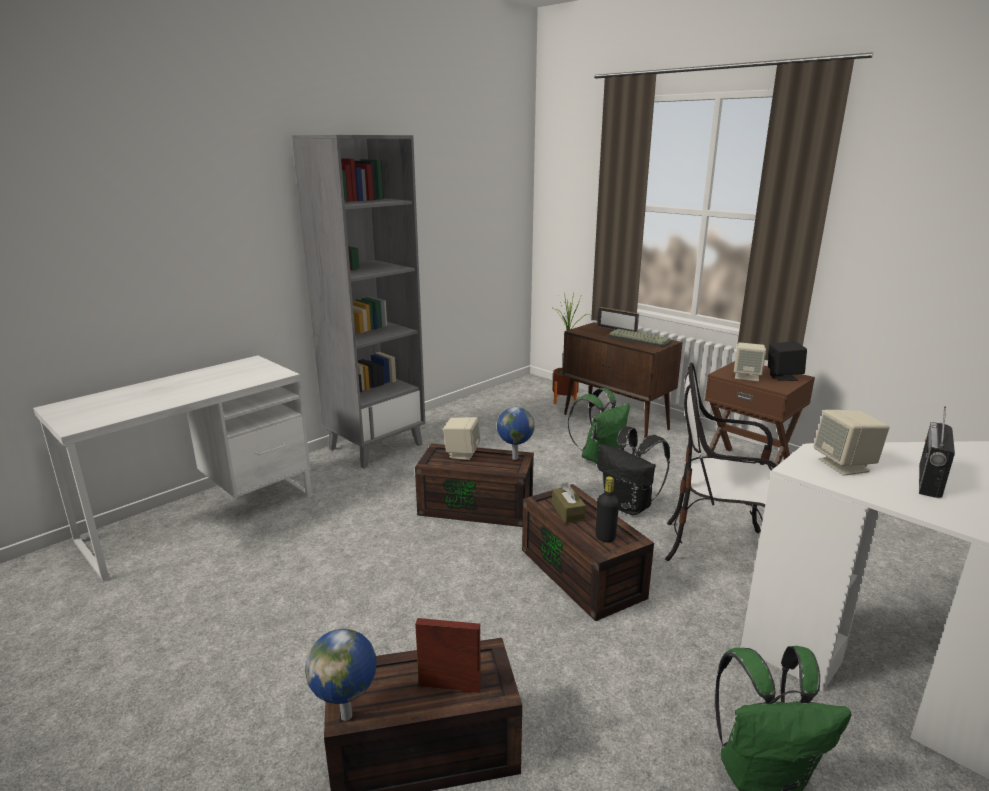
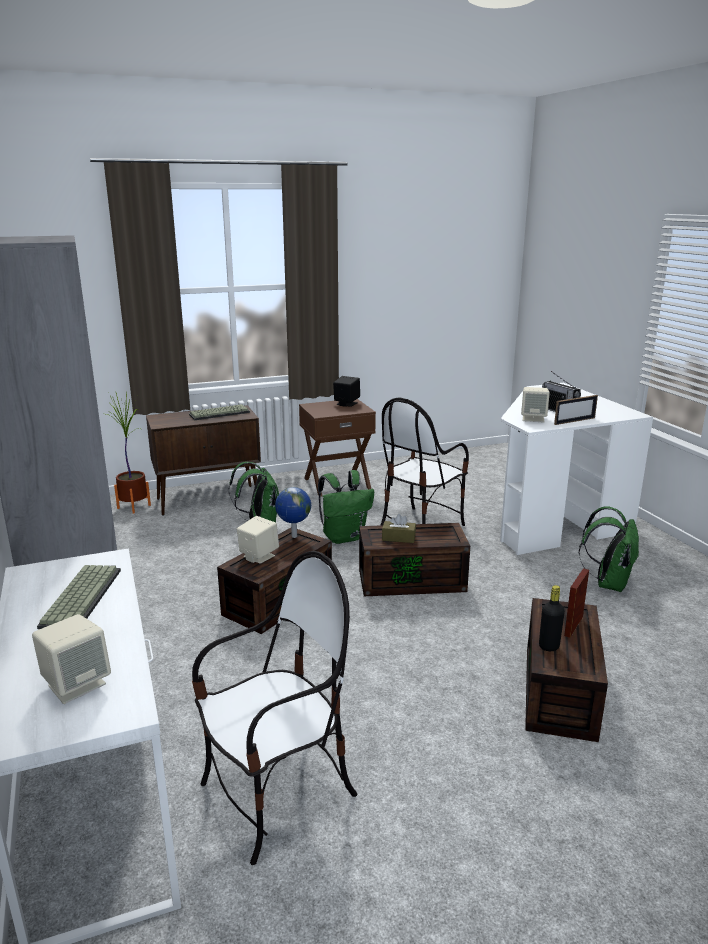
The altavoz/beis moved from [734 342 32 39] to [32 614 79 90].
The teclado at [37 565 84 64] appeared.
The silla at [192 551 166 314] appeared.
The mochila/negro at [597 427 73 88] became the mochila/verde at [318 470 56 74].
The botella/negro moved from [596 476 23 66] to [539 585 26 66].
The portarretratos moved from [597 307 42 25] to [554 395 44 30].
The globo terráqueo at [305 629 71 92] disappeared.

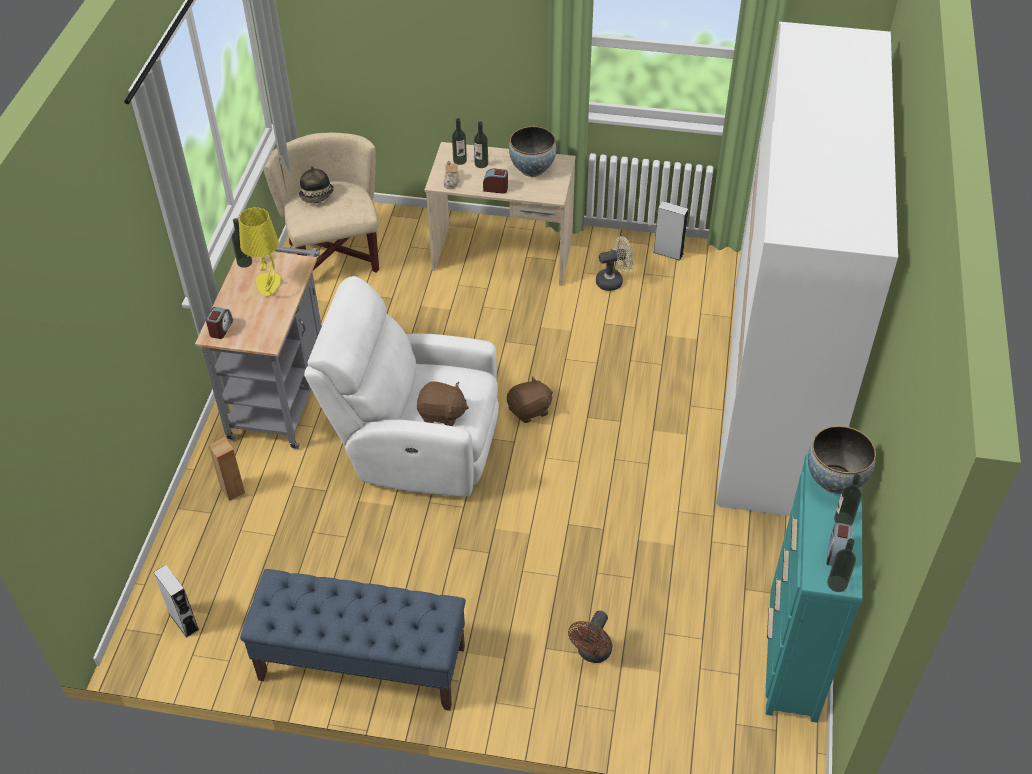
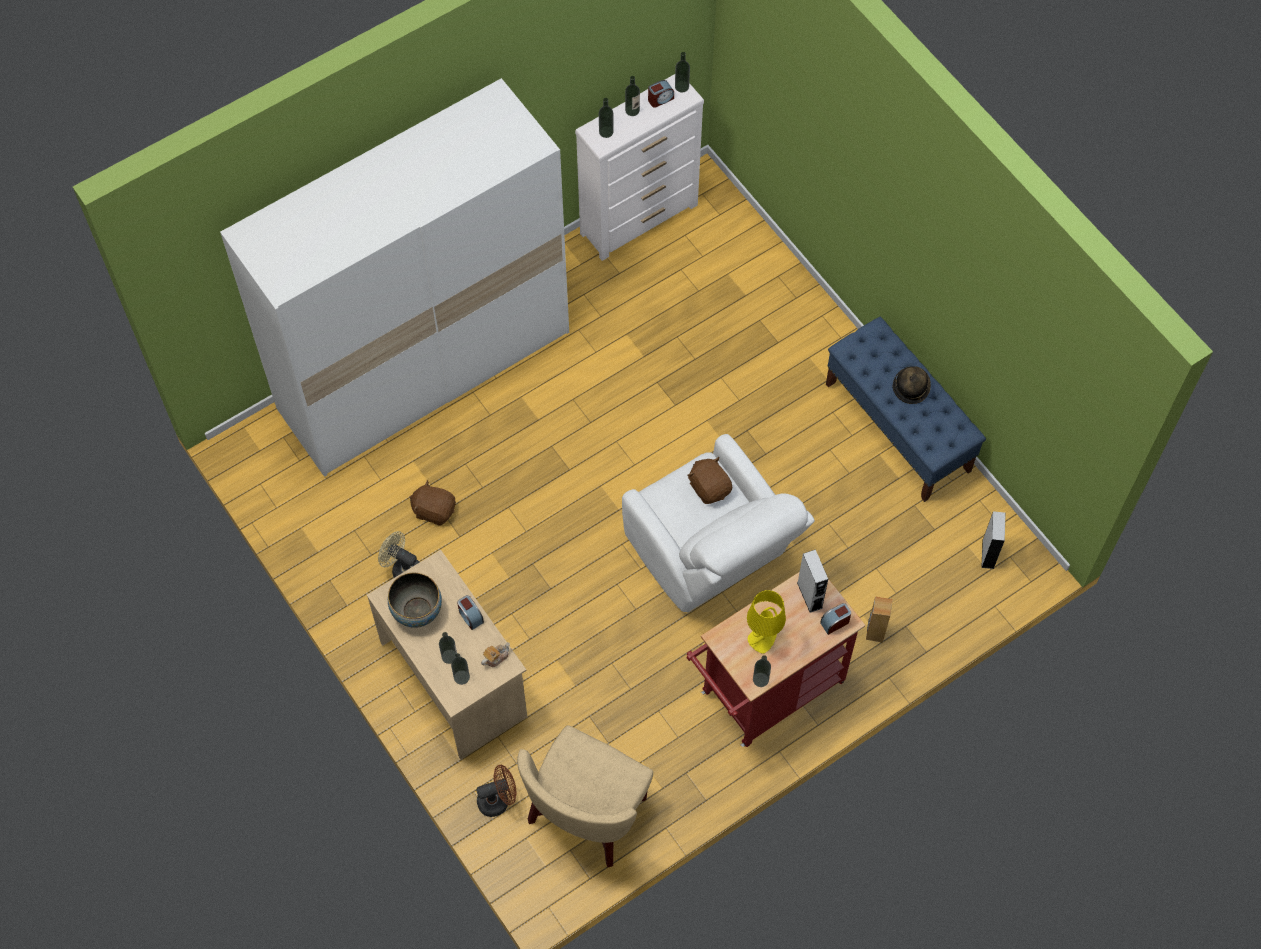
The peluche/marrón moved from [507 376 46 47] to [409 480 47 45].
The ventilador/marrón moved from [568 611 44 52] to [476 765 41 52].
The cómoda/turquesa at [765 454 98 269] became the cómoda/blanco at [575 74 129 187].
The cuenco at [808 426 68 68] was replaced by the botella at [599 98 15 40].
The carrito/gris at [195 246 127 203] became the carrito/rojo at [686 572 179 175].
The altavoz/gris moved from [653 201 36 60] to [797 549 31 64].
The sombrero moved from [299 166 35 38] to [893 366 38 38].

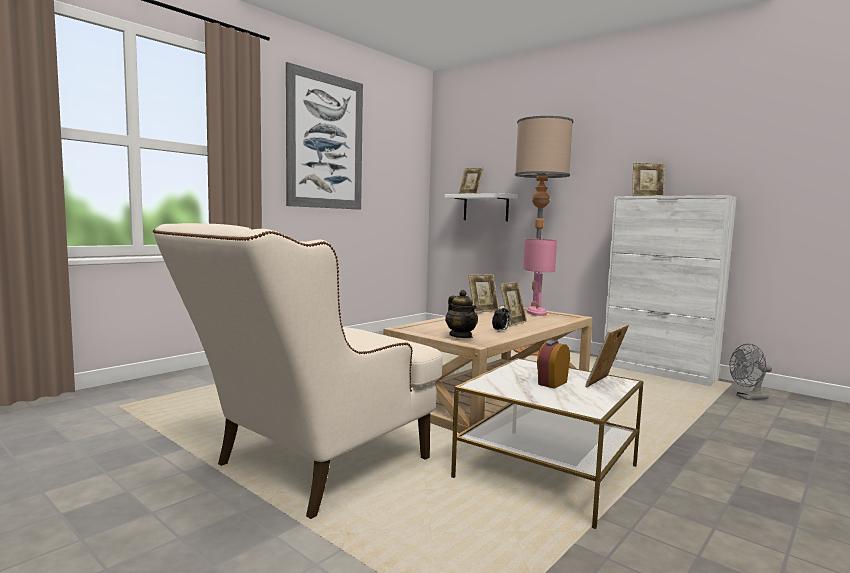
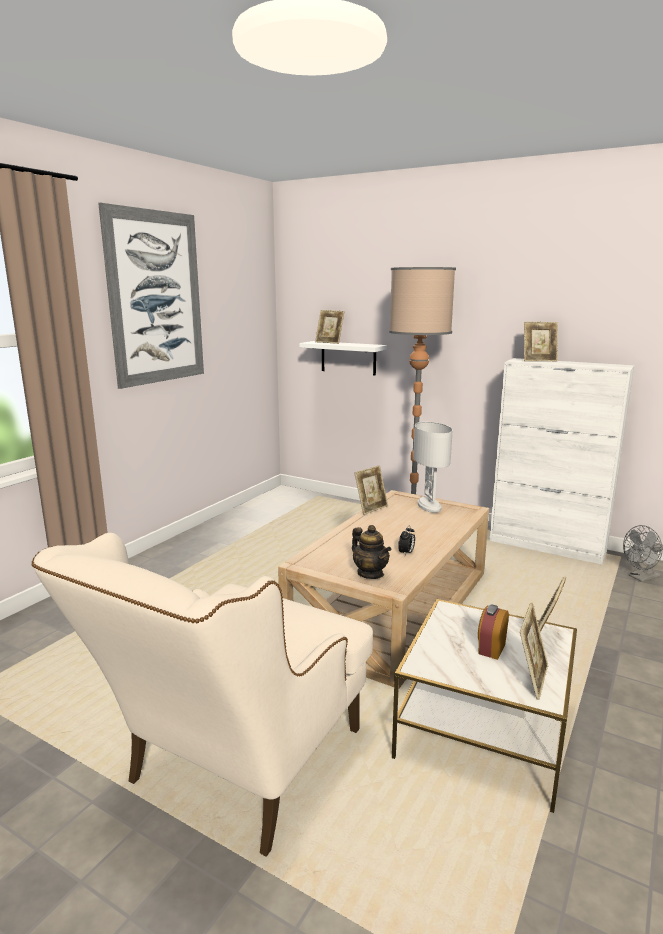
The lámpara de mesa/rosa at [523 239 34 77] became the lámpara de mesa/blanco at [413 422 39 91].
The portarretratos moved from [500 282 27 44] to [520 603 28 97].

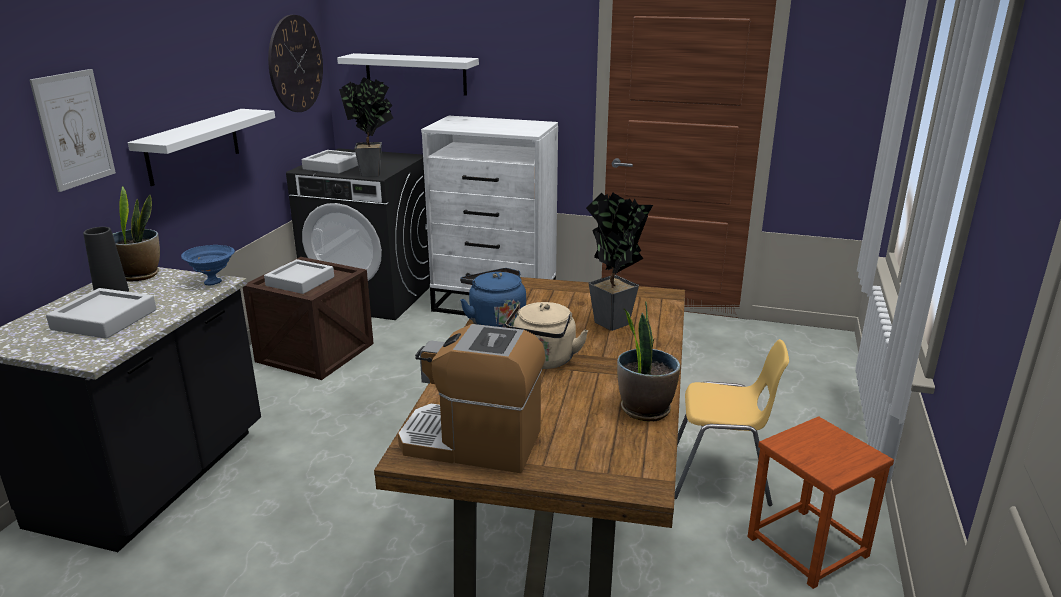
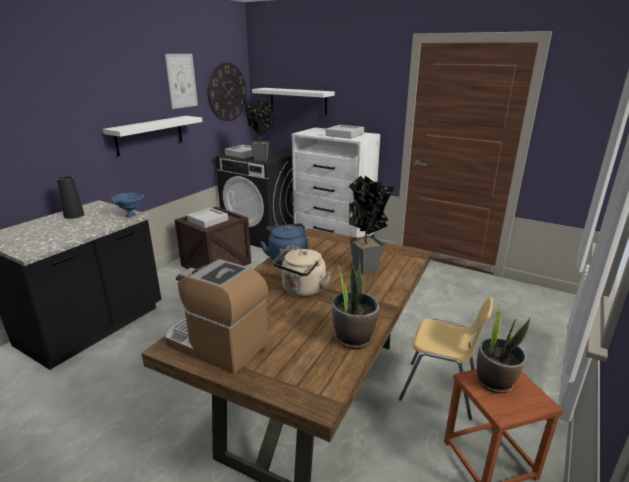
The cuadro moved from [29 69 87 123] to [165 54 33 55].
The bandeja/gris moved from [46 288 110 51] to [325 125 39 14].
The planta en maceta moved from [113 186 47 95] to [476 303 55 90].

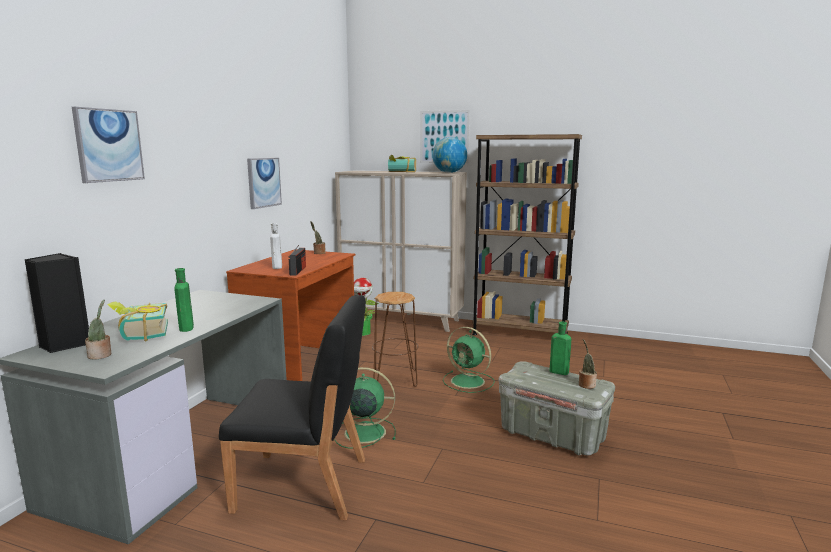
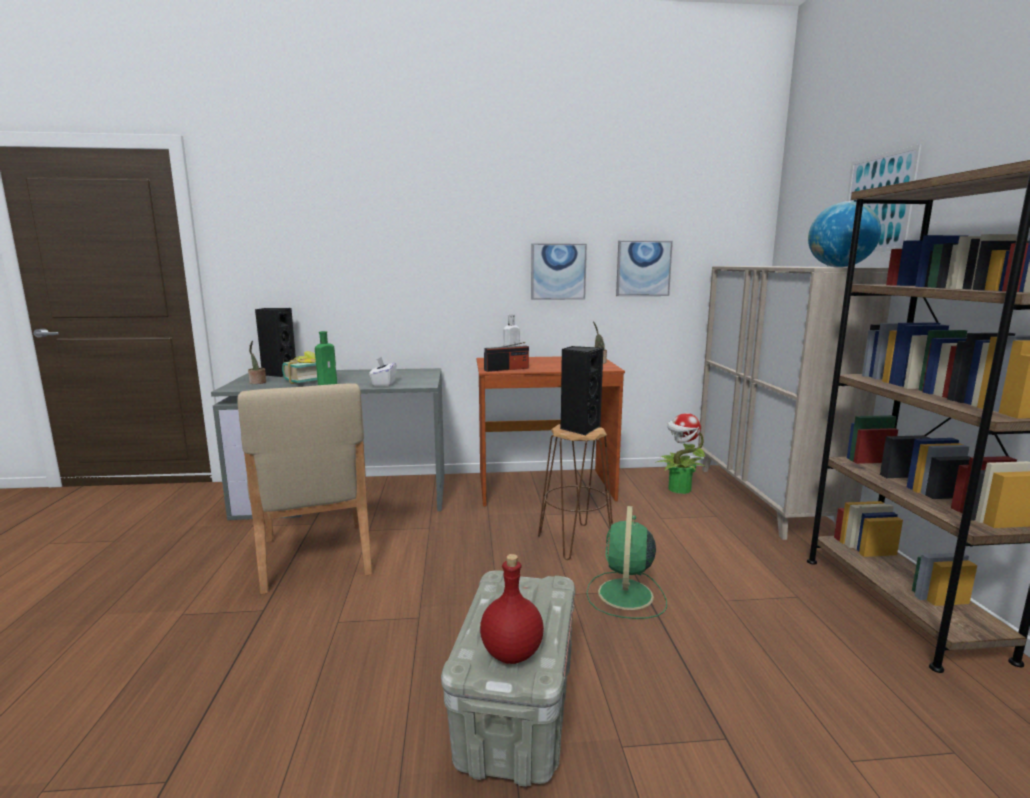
The silla/negro at [219 295 147 225] became the silla/beis at [237 384 135 210].
The caja de pañuelos/blanco at [369 357 28 29] appeared.
The planta en maceta at [579 339 18 50] was replaced by the botella/rojo at [480 554 64 110].
The altavoz/negro at [560 346 43 89] appeared.
The cuadro moved from [72 107 73 76] to [616 241 57 55].
The ventilador/verde at [334 367 62 82] disappeared.
The libro at [388 155 28 17] disappeared.
The botella/verde at [550 322 21 53] disappeared.

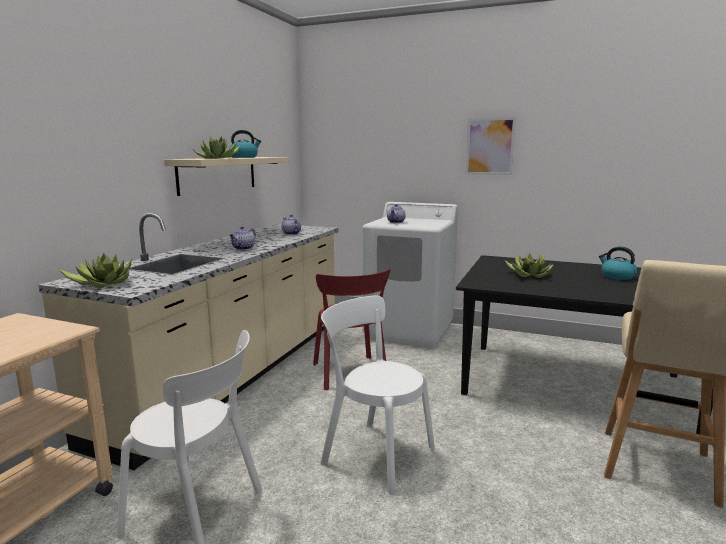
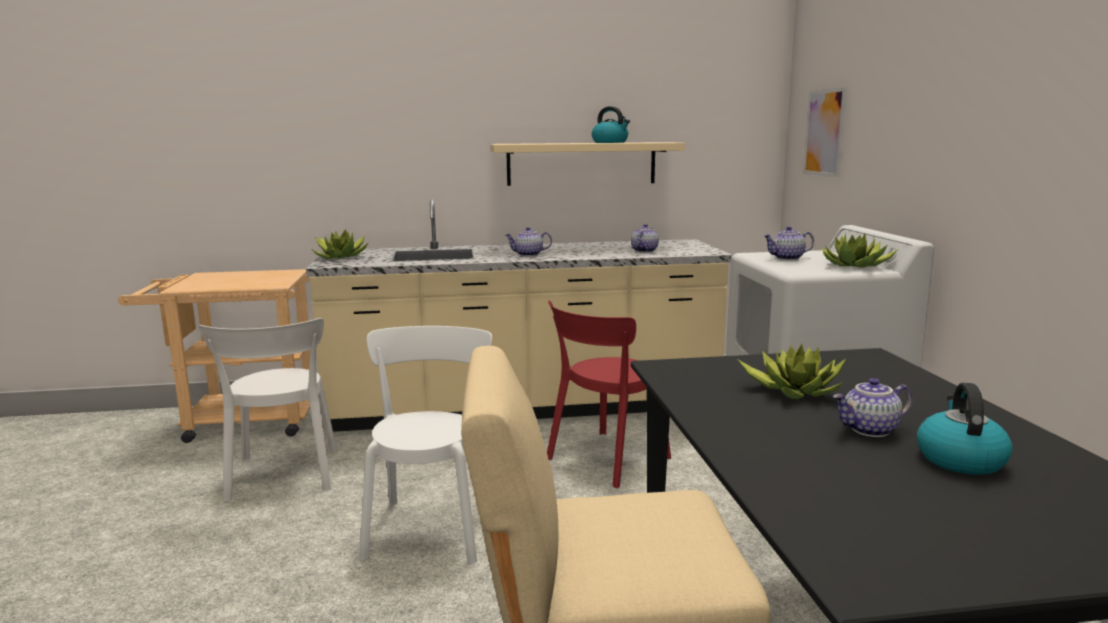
The cuadro moved from [465 117 51 58] to [803 87 44 91].
The planta en maceta moved from [193 136 47 23] to [821 233 77 34].
The tetera at [833 378 80 59] appeared.

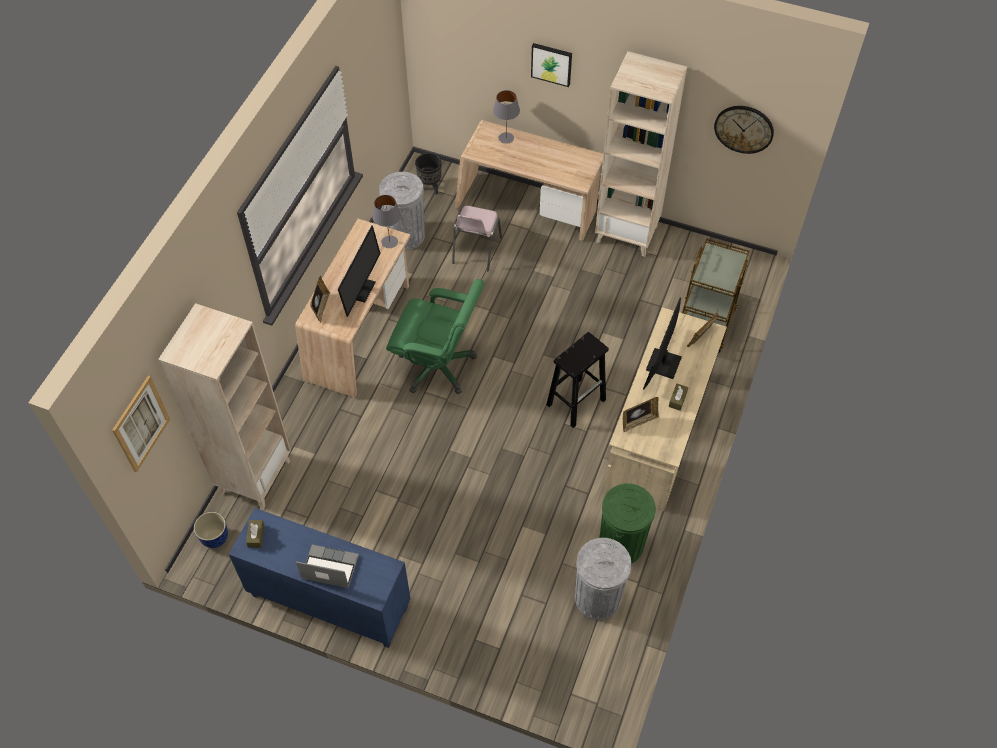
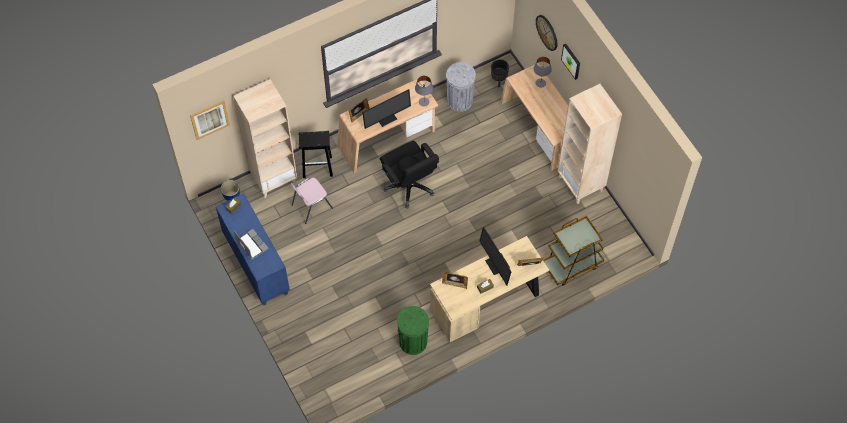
The silla/rosa moved from [452 206 50 65] to [291 178 42 46].
The taburete/negro moved from [546 332 63 96] to [298 131 35 47].
The silla de oficina/verde at [386 279 98 115] became the silla de oficina/negro at [380 141 59 67].
The monitor at [643 297 39 93] turned 90 degrees counterclockwise.
The reloj de pared moved from [714 106 60 48] to [536 15 22 36].
The papelera/gris at [575 538 56 82] disappeared.

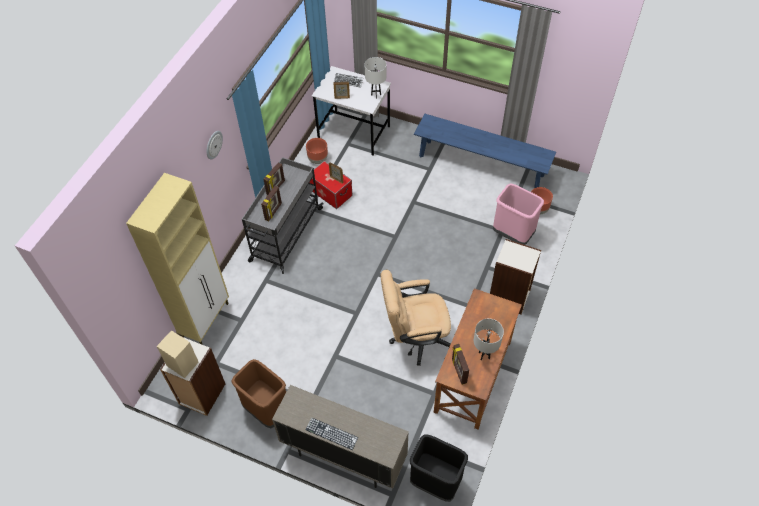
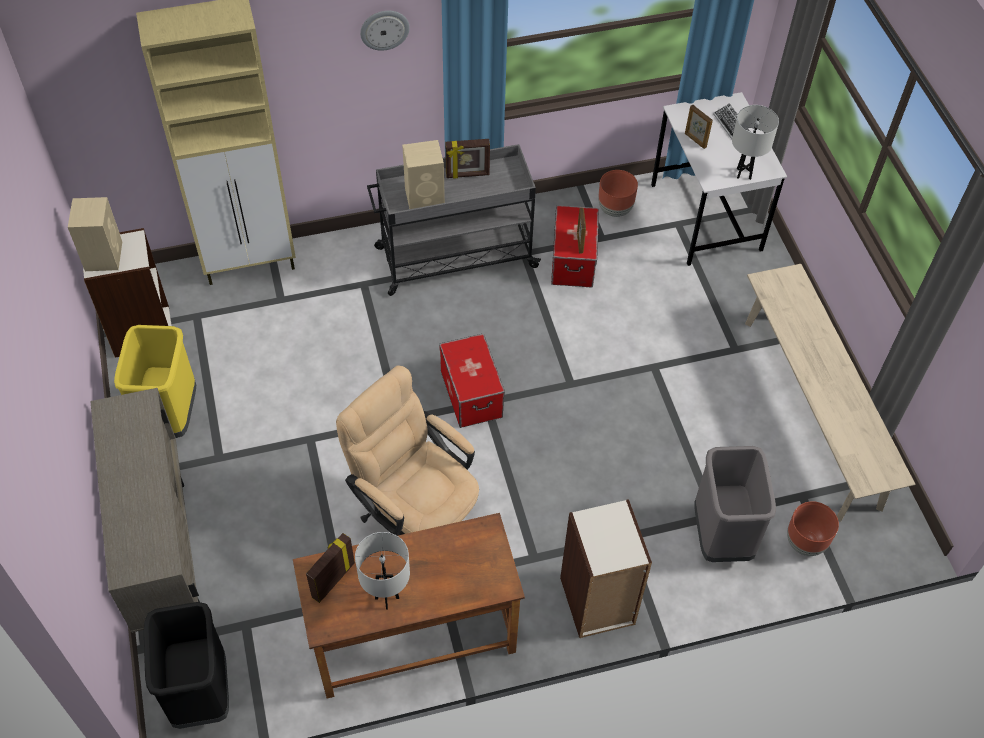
The papelera/marrón at [231 359 55 69] became the papelera/amarillo at [114 325 82 113].
The portarretratos at [261 186 21 35] was replaced by the altavoz/beis at [402 140 43 69].
The caja de almacenaje at [439 334 66 94] appeared.
The papelera/rosa at [493 183 51 62] became the papelera/gris at [694 446 82 116].
The banco/azul at [414 114 142 74] became the banco/beis at [745 264 170 257].
The teclado at [306 418 52 32] disappeared.

